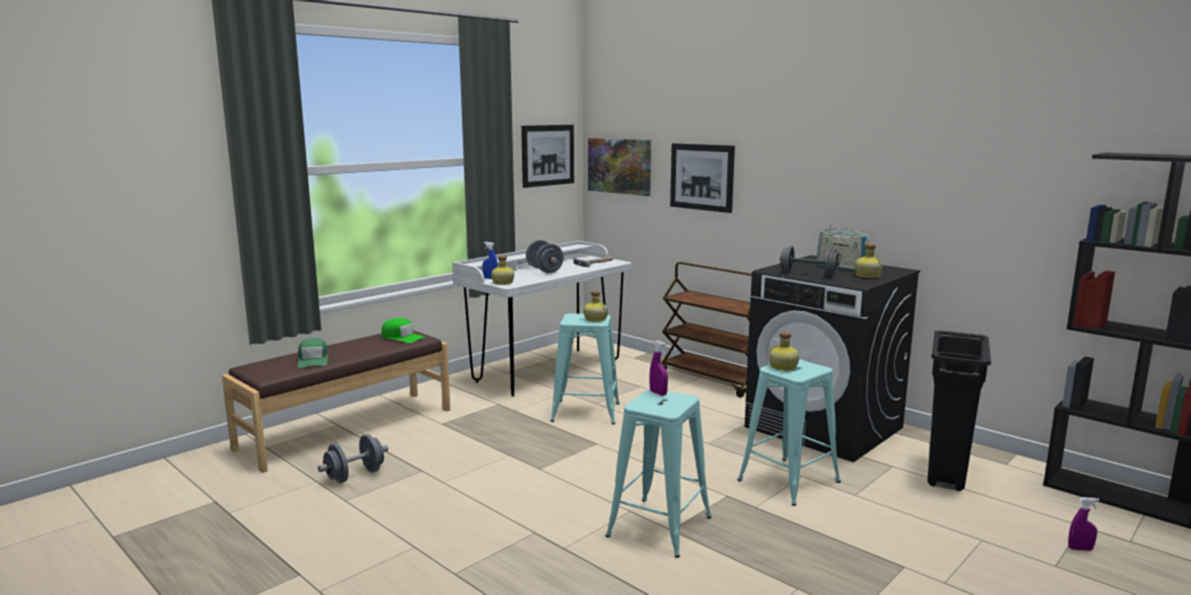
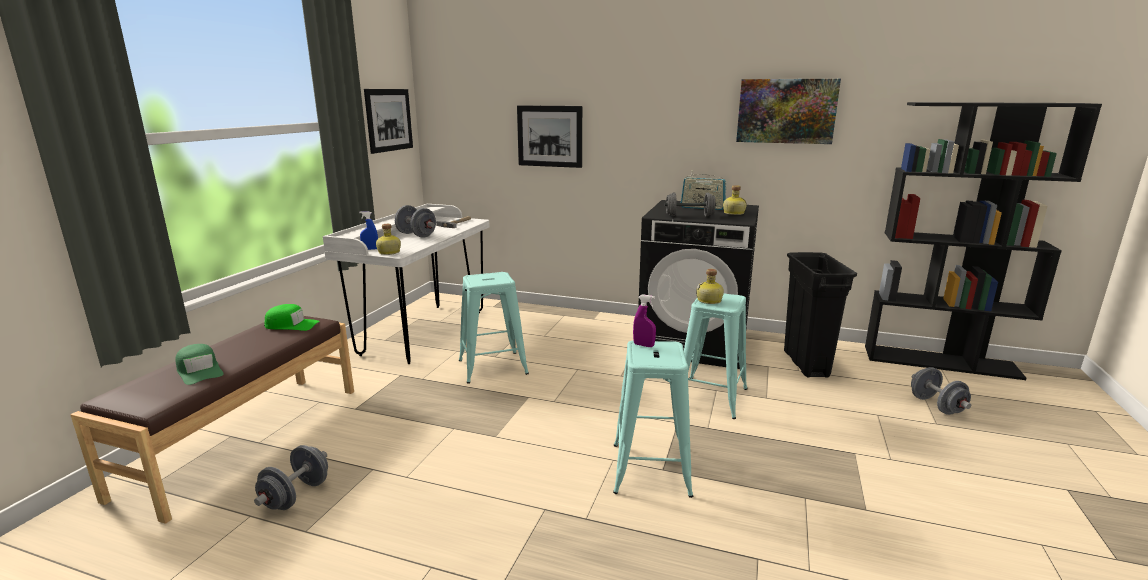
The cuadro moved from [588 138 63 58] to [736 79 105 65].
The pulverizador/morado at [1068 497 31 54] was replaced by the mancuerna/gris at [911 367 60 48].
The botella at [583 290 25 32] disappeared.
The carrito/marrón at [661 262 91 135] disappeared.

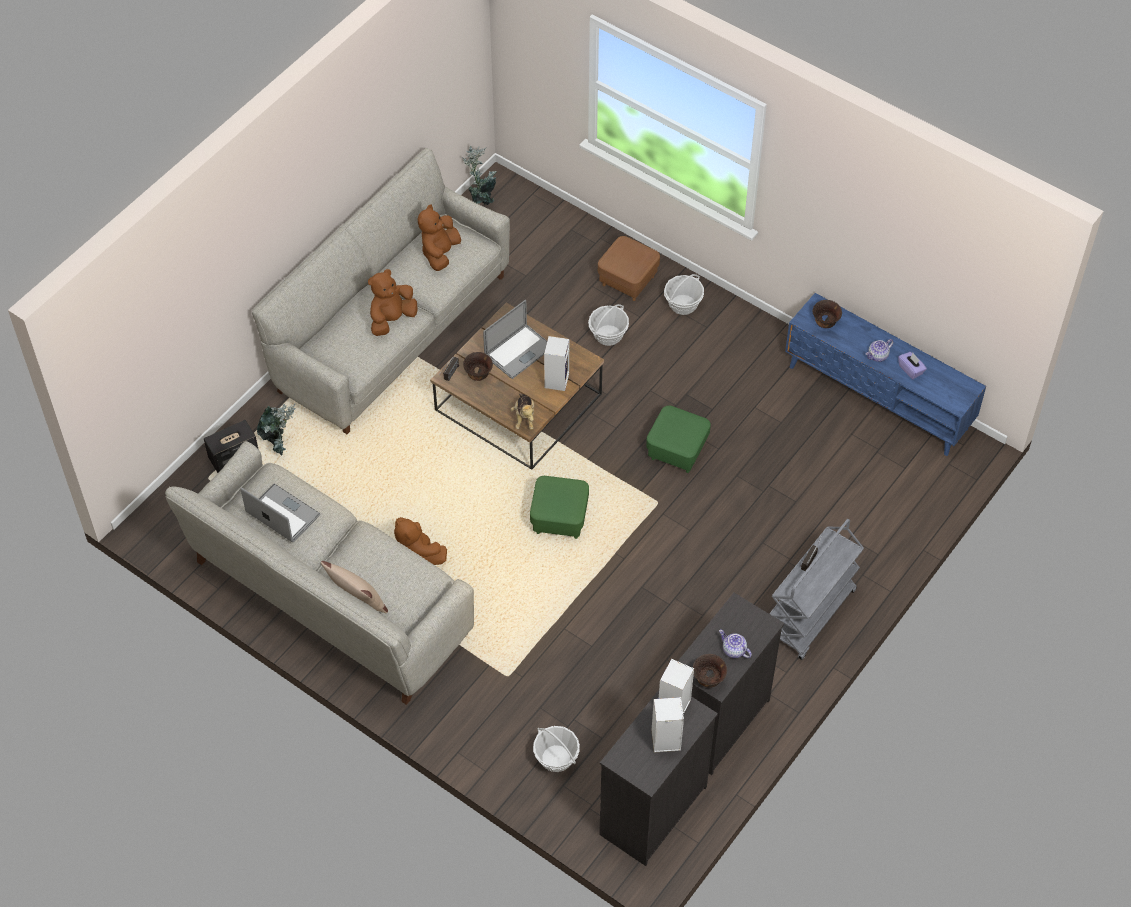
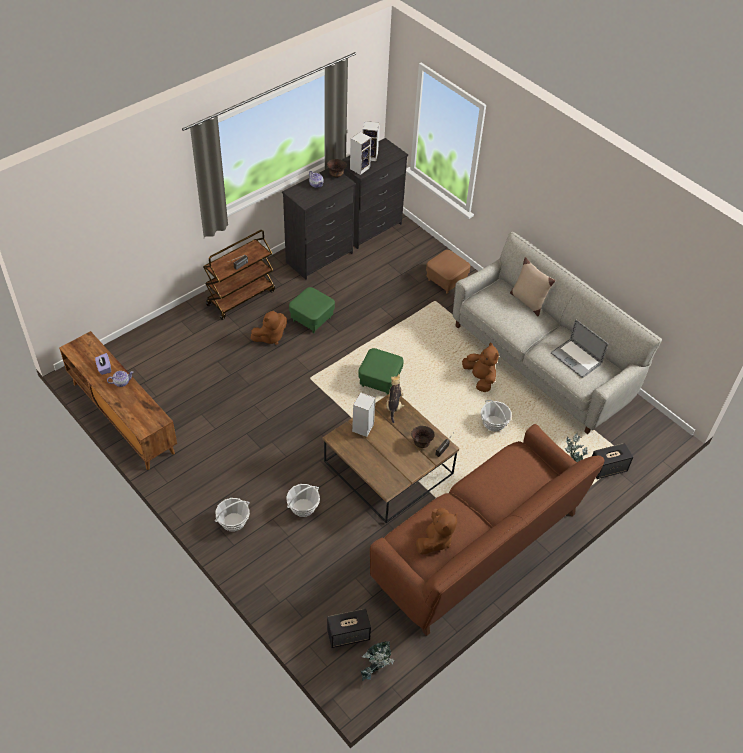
The mueble de televisión/azul at [785 293 201 163] became the mueble de televisión/marrón at [59 331 118 139].
The carrito/gris at [769 519 95 141] became the carrito/marrón at [203 230 72 90].
The peluche/marrón moved from [368 269 50 67] to [250 311 37 34].
The puf/verde moved from [646 406 65 67] to [289 287 46 46].
The altavoz at [327 608 44 40] appeared.
The sofá/gris at [252 148 258 286] became the sofá/marrón at [370 424 235 212].
The puf/marrón moved from [598 236 62 65] to [426 250 44 44].
The cesta moved from [533 726 47 46] to [480 400 31 32].
The portátil at [483 300 64 79] disappeared.
The cuenco/marrón at [813 300 29 28] disappeared.

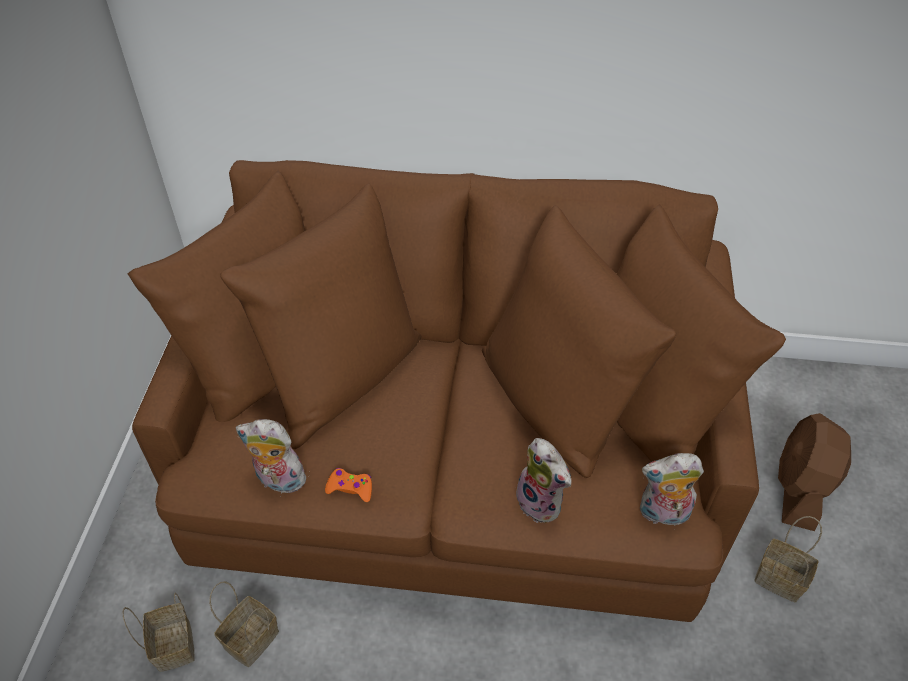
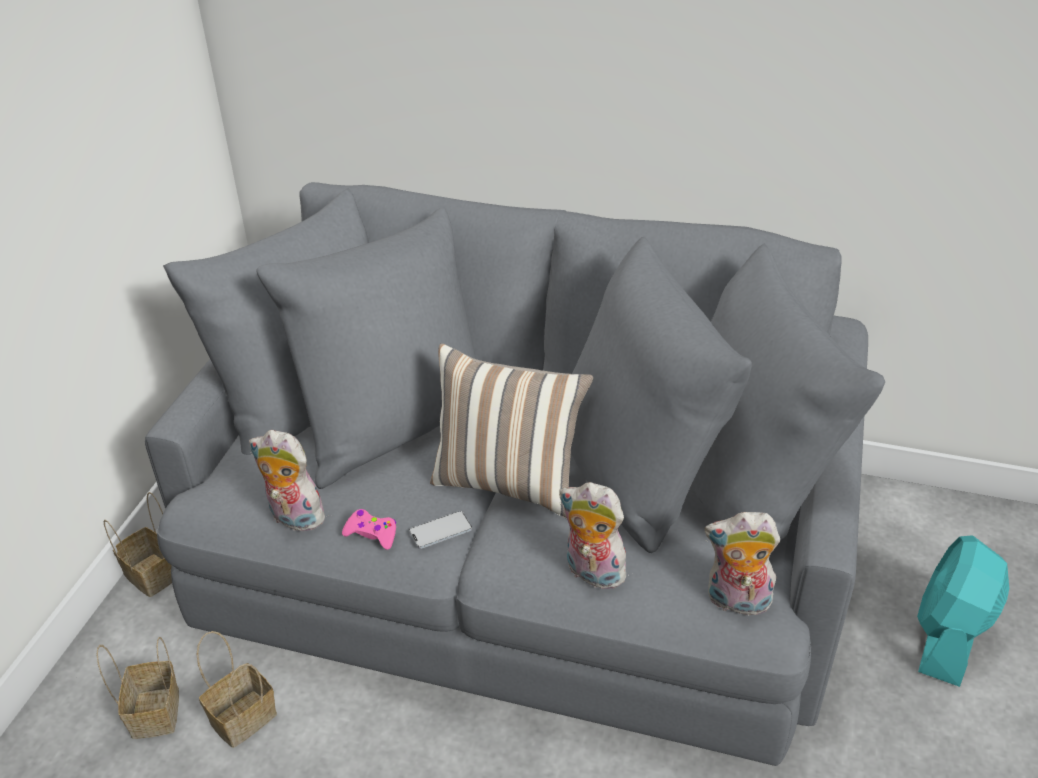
The cesta moved from [754 516 68 87] to [103 492 69 105].
The sofá/marrón at [127 160 659 462] became the sofá/gris at [145 182 740 584].
The mando de consola/naranja at [325 468 47 34] became the mando de consola/rosa at [342 509 54 41].
The móvil at [409 511 63 38] appeared.
The cojín at [430 344 163 175] appeared.
The peluche at [516 438 56 85] turned 150 degrees clockwise.
The ventilador/marrón at [778 413 73 118] became the ventilador/turquesa at [917 535 92 152].

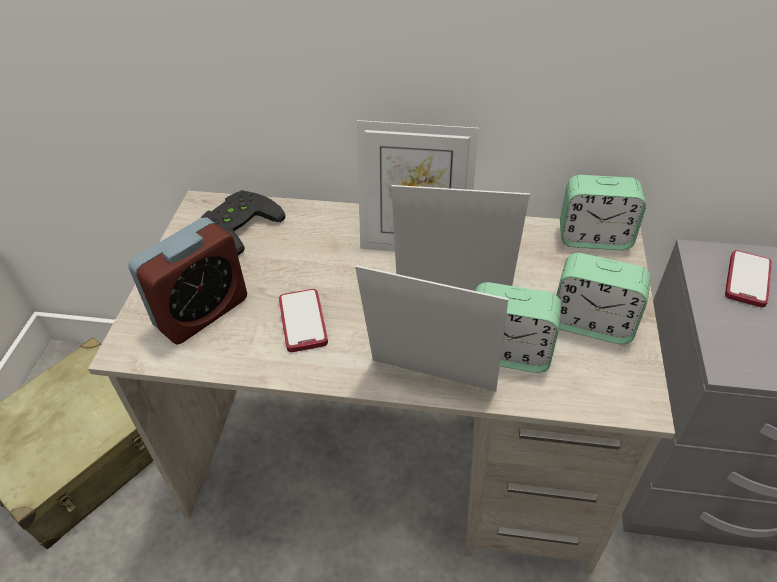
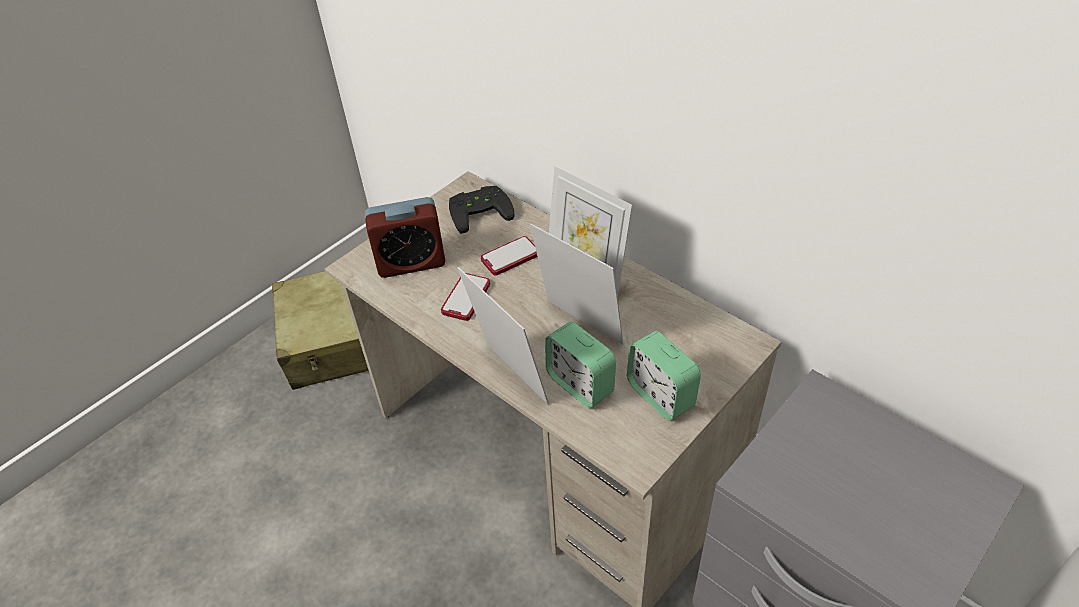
The móvil moved from [725 250 47 58] to [481 236 57 40].
The despertador at [560 175 86 75] disappeared.

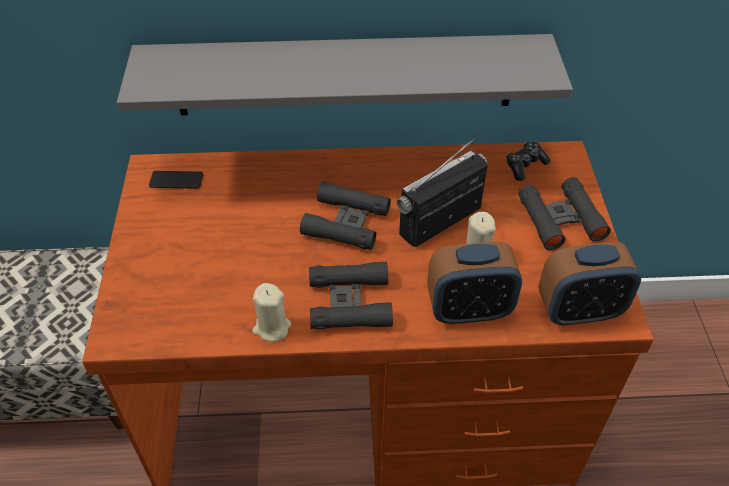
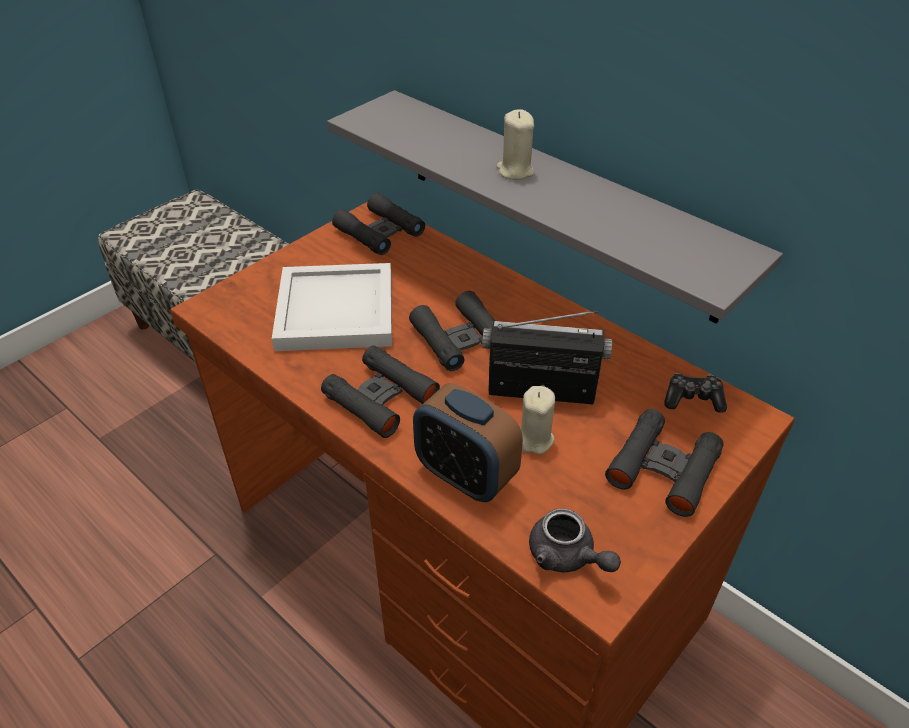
The bandeja/blanco at [272 263 120 88] appeared.
The móvil at [149 171 54 18] was replaced by the prismáticos/negro at [332 193 93 62].
The vela/beis moved from [252 283 39 59] to [496 109 38 71].
The despertador at [538 242 103 84] was replaced by the tetera/gris at [529 508 92 64].

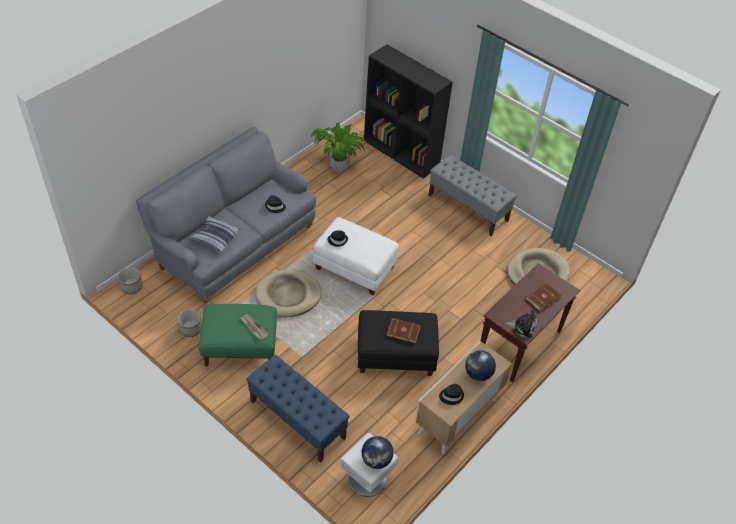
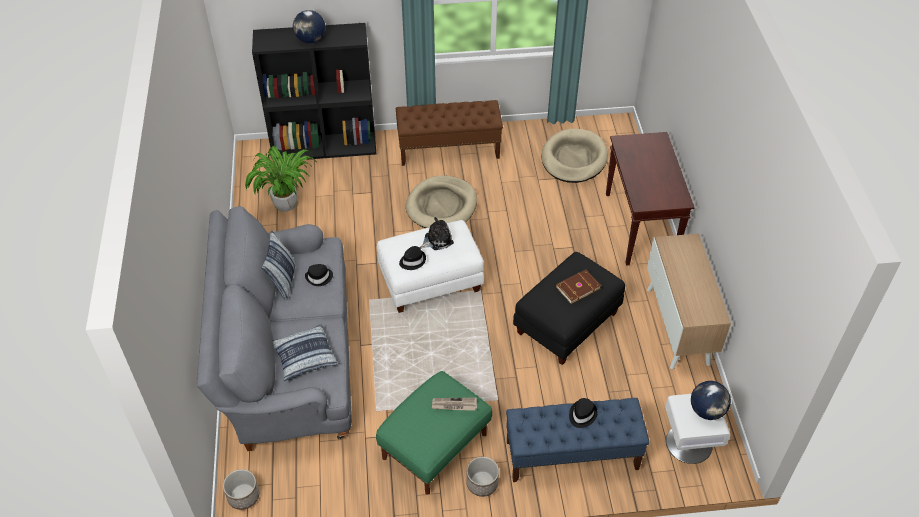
The cojín at [261 230 35 70] appeared.
The globo terráqueo moved from [465 350 31 31] to [293 10 32 33].
The banco/gris at [429 155 88 81] became the banco/marrón at [396 100 107 66].
The cama para perro/beis moved from [255 269 67 48] to [406 175 71 53].
The peluche moved from [506 310 31 28] to [420 217 34 33].
The maceta moved from [177 309 25 28] to [466 457 33 40].
The sombrero/negro moved from [439 384 25 21] to [569 398 29 30].
The libro/marrón at [526 283 36 29] disappeared.

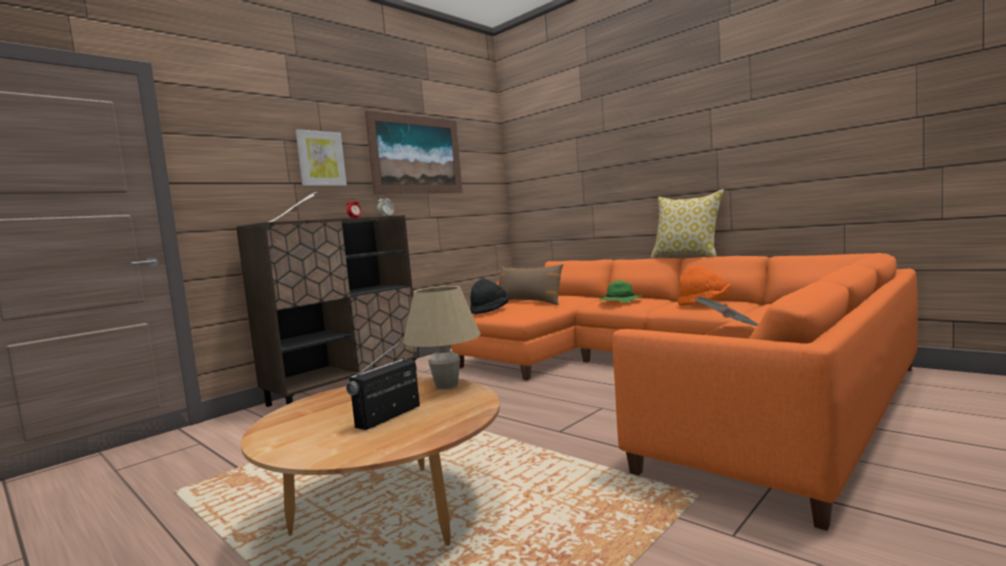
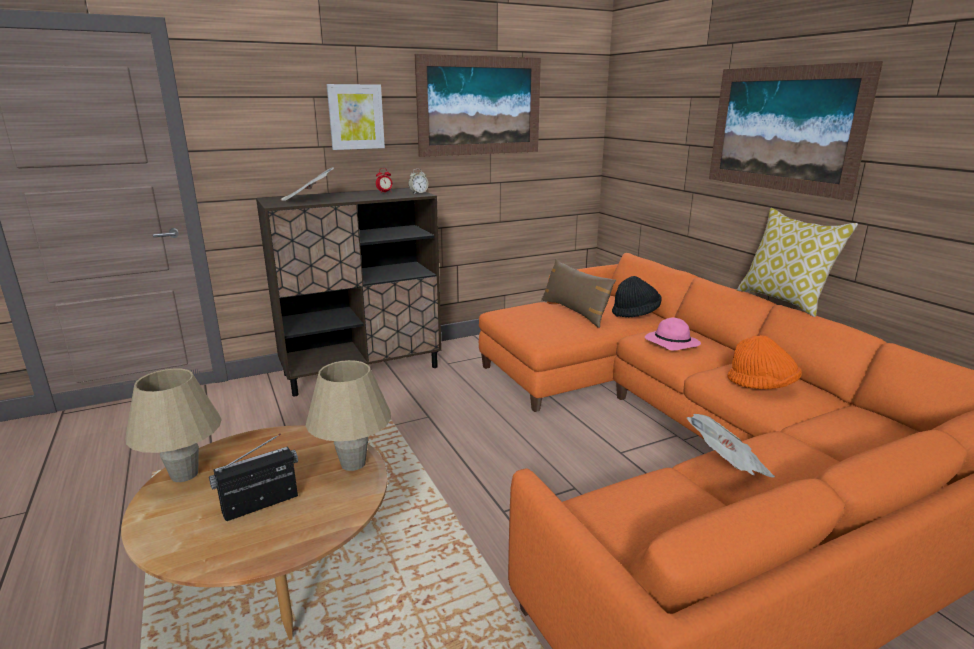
The lámpara de mesa/beis at [125 368 97 114] appeared.
The sombrero/negro moved from [470 278 39 37] to [612 276 50 41].
The sombrero/verde at [599 281 44 22] became the sombrero/rosa at [645 317 56 34].
The cuadro at [709 61 174 140] appeared.

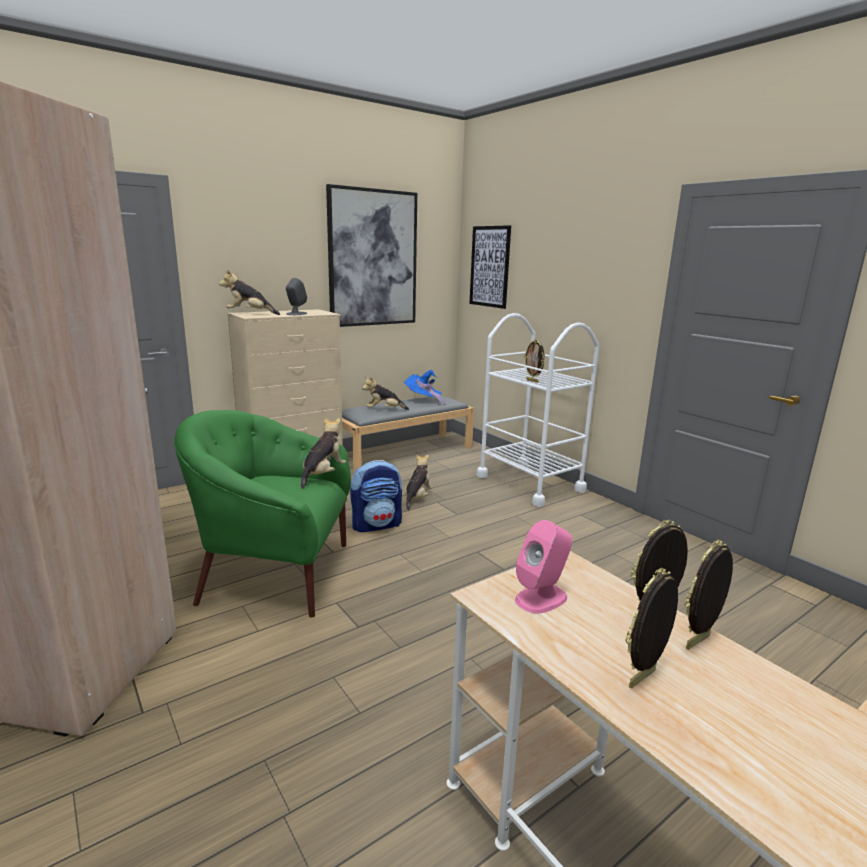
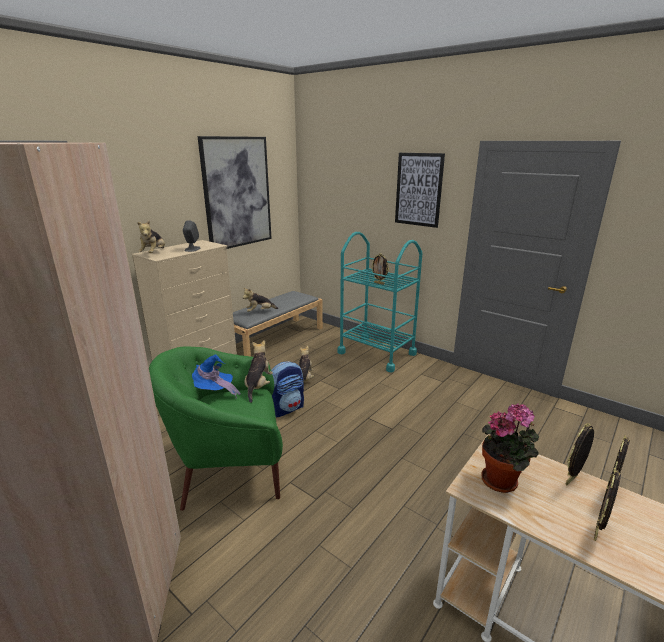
The peluche at [219 270 61 45] turned 75 degrees counterclockwise.
The sombrero/azul moved from [404 370 42 36] to [192 354 49 44].
The carrito/blanco at [477 313 123 194] became the carrito/turquesa at [337 232 85 141].
The cuadro moved from [469 225 42 84] to [395 153 50 75].
The altavoz/rosa at [515 520 57 94] was replaced by the planta en maceta at [482 403 57 90].

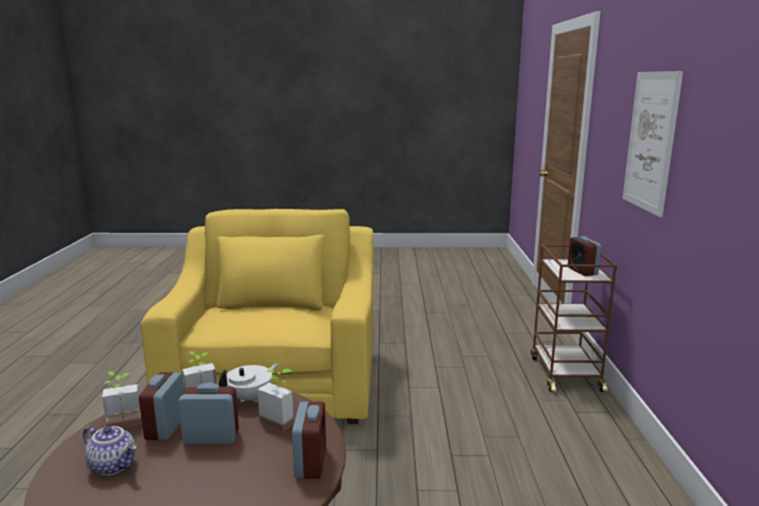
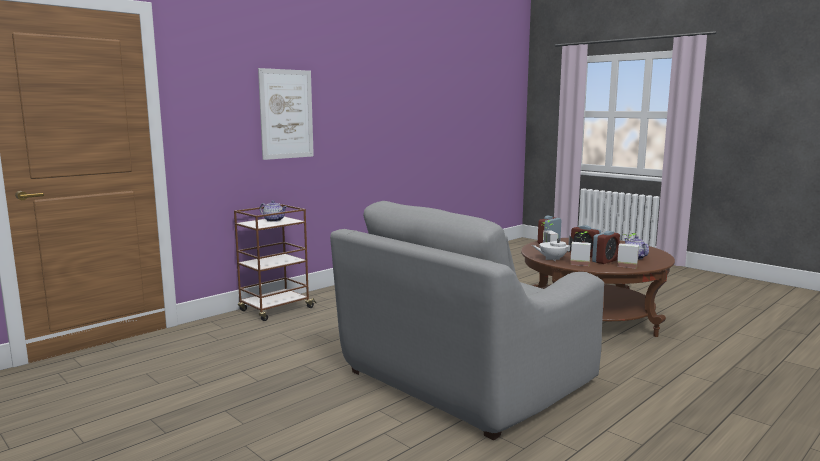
The despertador at [568 236 34 40] was replaced by the tetera at [260 200 27 22].
The sillón/amarillo at [141 209 232 215] became the sillón/gris at [330 201 274 239].

